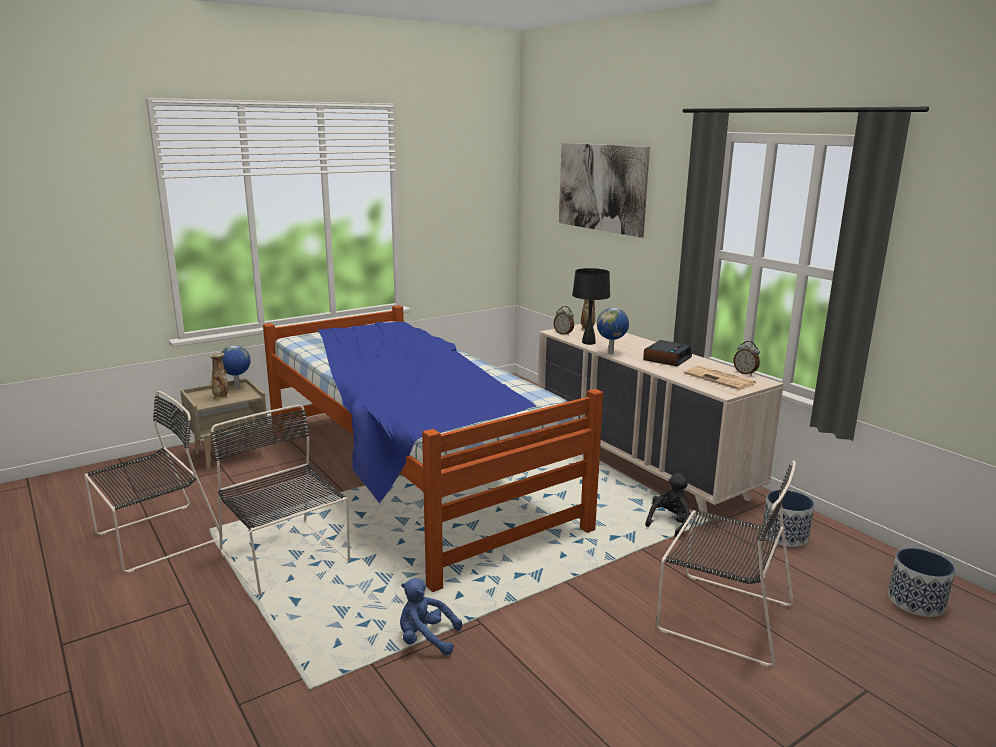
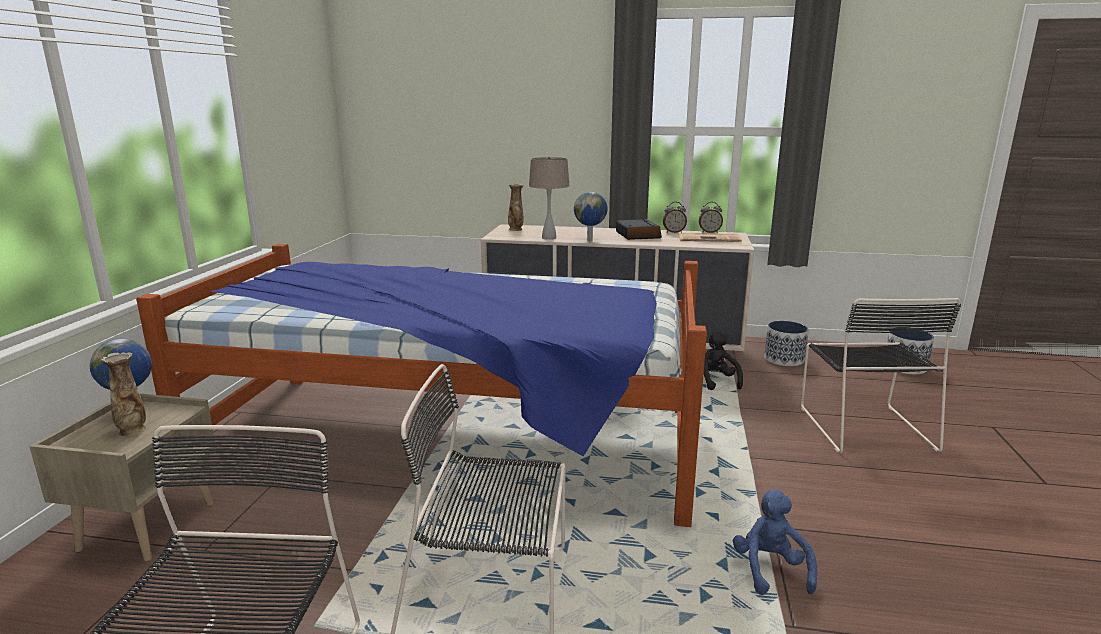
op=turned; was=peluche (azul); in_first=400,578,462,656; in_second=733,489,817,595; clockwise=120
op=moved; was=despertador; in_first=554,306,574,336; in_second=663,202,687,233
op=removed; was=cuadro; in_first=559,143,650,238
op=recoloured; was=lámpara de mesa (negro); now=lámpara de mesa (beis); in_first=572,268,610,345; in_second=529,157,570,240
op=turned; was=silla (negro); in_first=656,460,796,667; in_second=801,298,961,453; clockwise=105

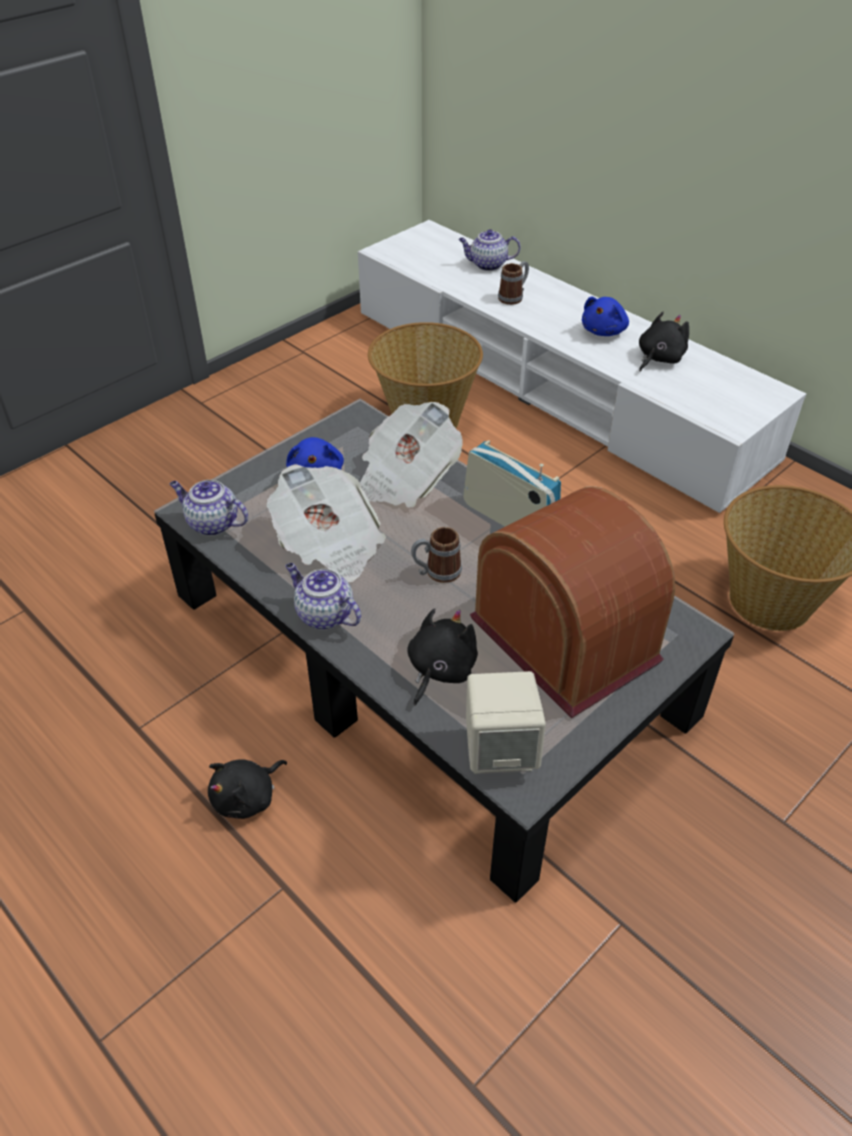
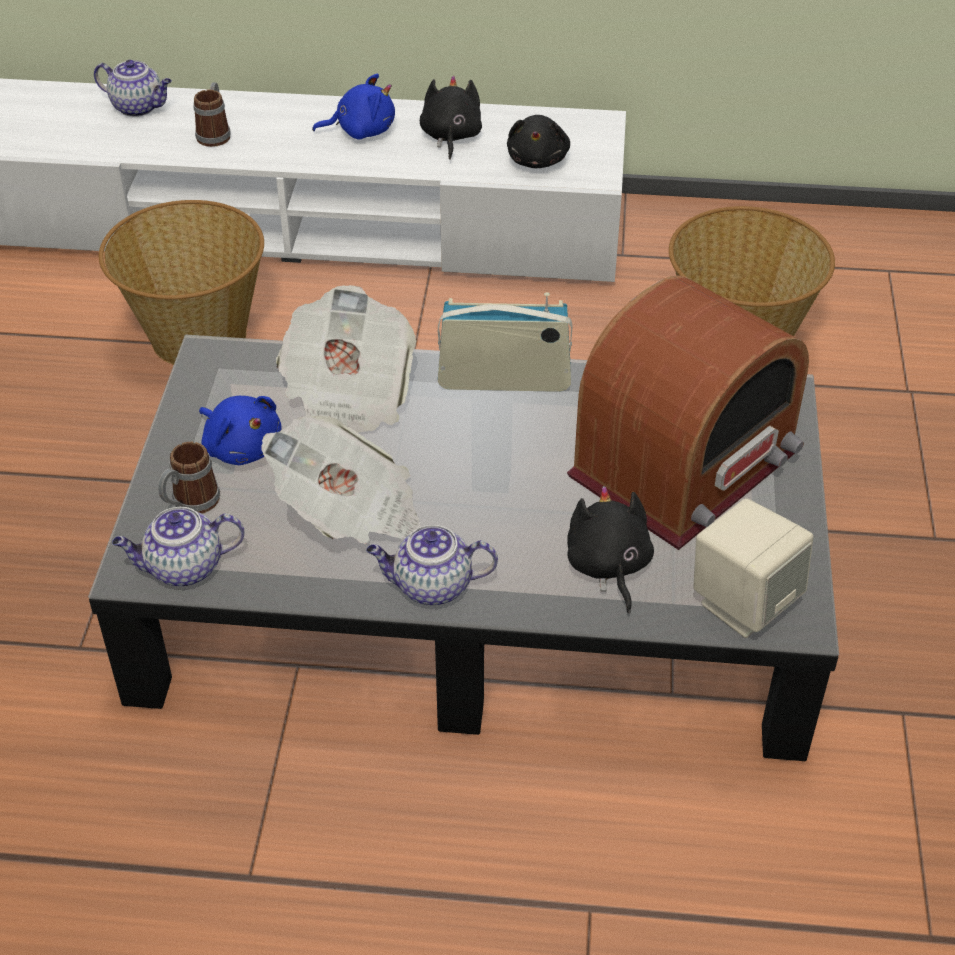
op=moved; was=peluche (negro); in_first=208,759,287,819; in_second=507,115,570,168
op=moved; was=taza grande; in_first=411,527,462,583; in_second=158,442,220,513
op=turned; was=tetera; in_first=458,229,521,271; in_second=94,60,172,117; clockwise=-120
op=turned; was=radio; in_first=470,486,675,718; in_second=567,276,809,550; clockwise=120
op=turned; was=peluche (azul); in_first=582,296,629,336; in_second=312,74,395,139; clockwise=-90

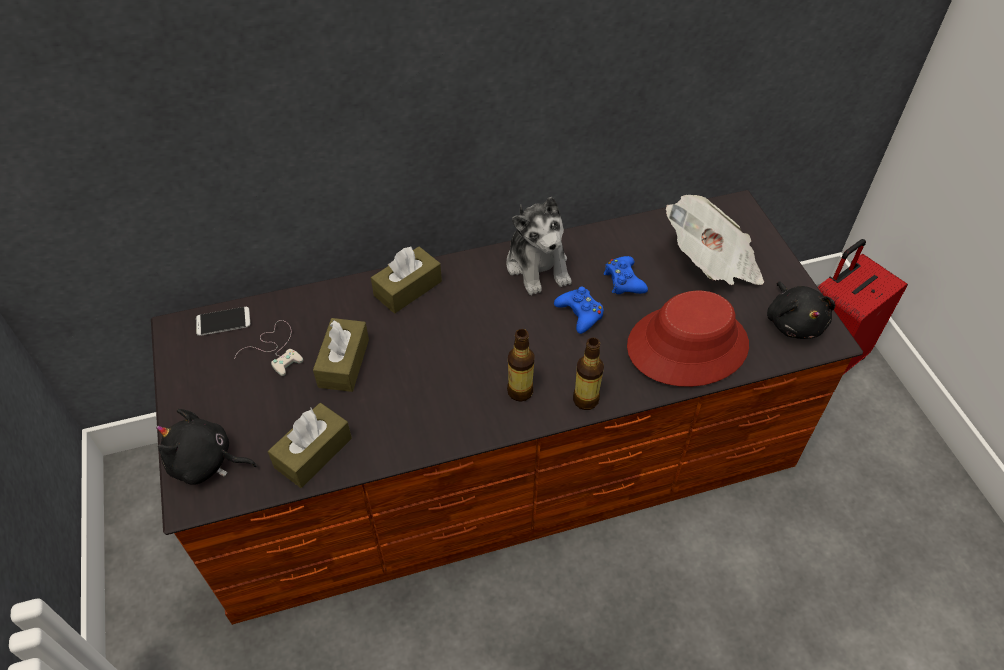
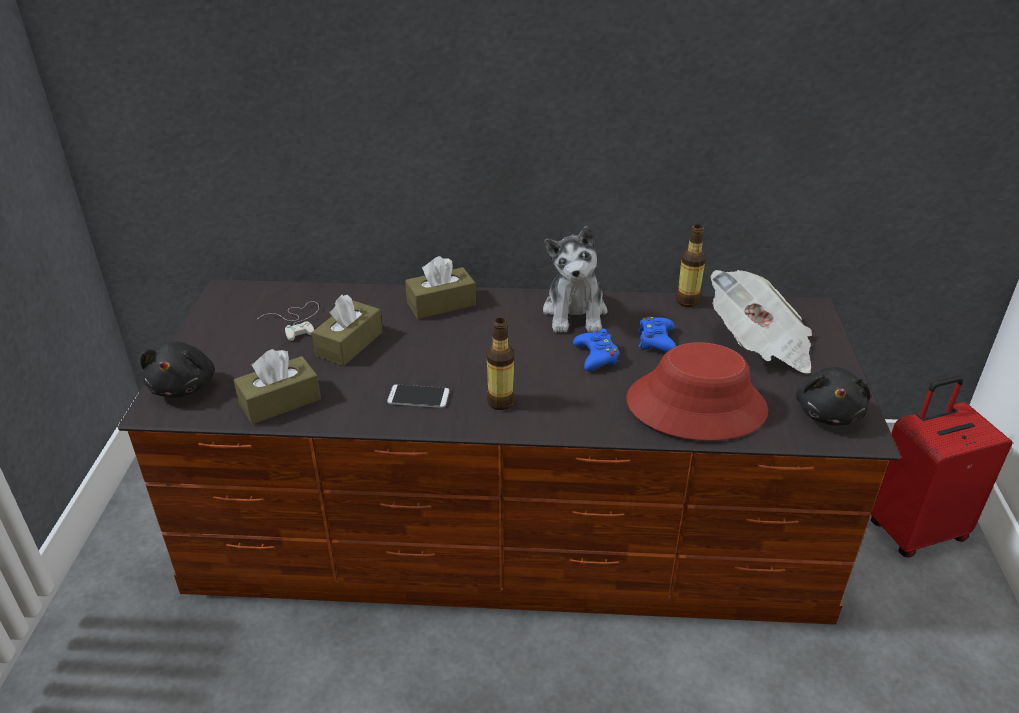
op=turned; was=peluche (negro); in_first=156,409,257,485; in_second=140,342,215,398; clockwise=-120
op=moved; was=móvil; in_first=196,307,250,336; in_second=387,384,449,408
op=moved; was=botella; in_first=573,338,604,410; in_second=676,224,706,307

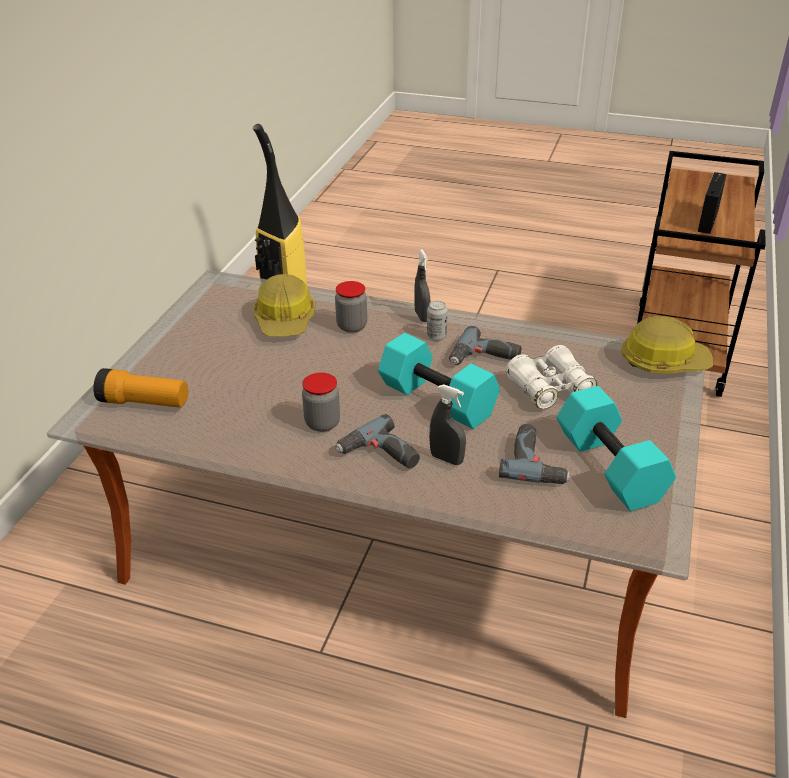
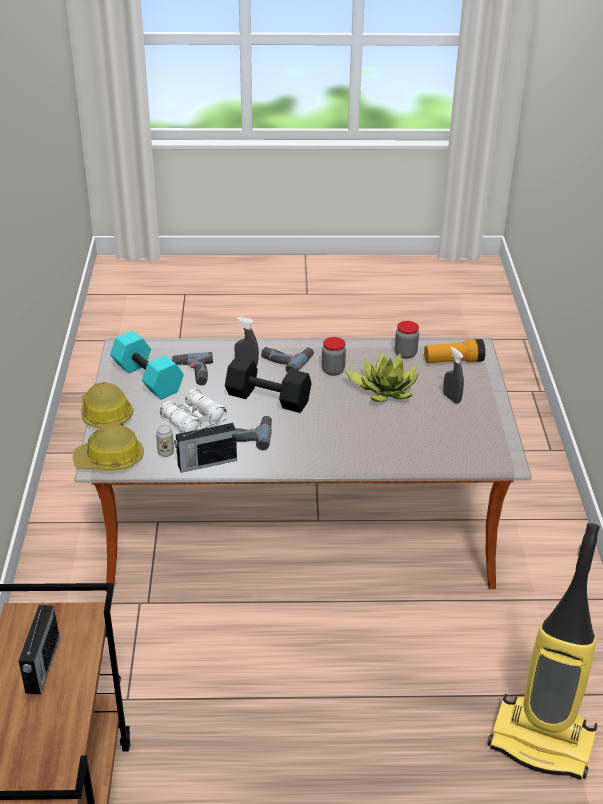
op=moved; was=casco; in_first=253,274,315,337; in_second=81,382,133,428
op=moved; was=tarro; in_first=335,281,367,333; in_second=395,321,419,359
op=recoloured; was=mancuerna (turquesa); now=mancuerna (negro); in_first=378,333,500,429; in_second=225,356,312,413
op=moved; was=pulverizador (gris); in_first=414,249,430,322; in_second=443,346,464,404
op=moved; was=lata; in_first=427,301,448,340; in_second=156,425,174,457
op=added; now=radio; in_second=174,419,237,473
op=added; now=planta en maceta; in_second=343,352,419,402

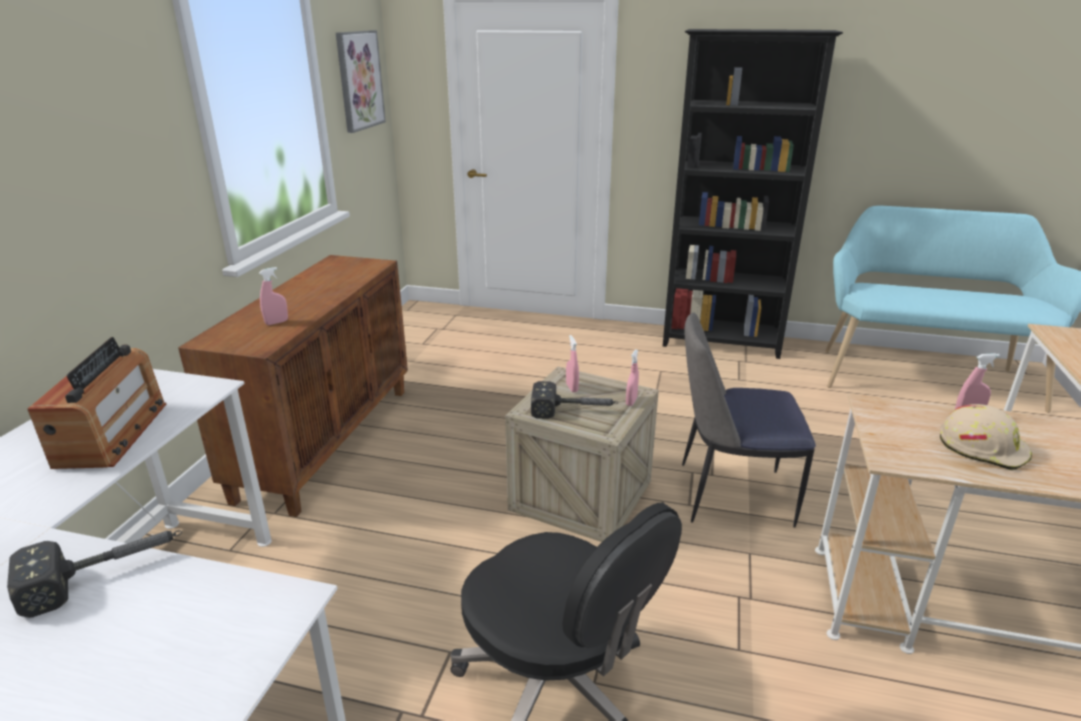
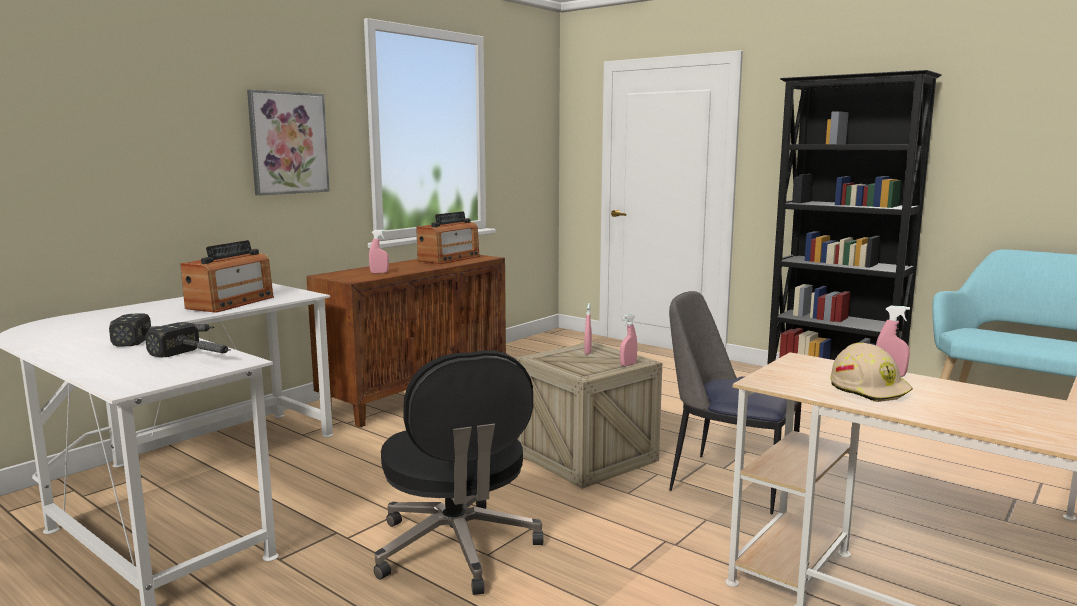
op=moved; was=cuadro; in_first=336,30,386,133; in_second=247,90,330,195
op=moved; was=martillo; in_first=531,381,618,419; in_second=145,322,231,358
op=added; now=radio; in_second=416,211,480,264

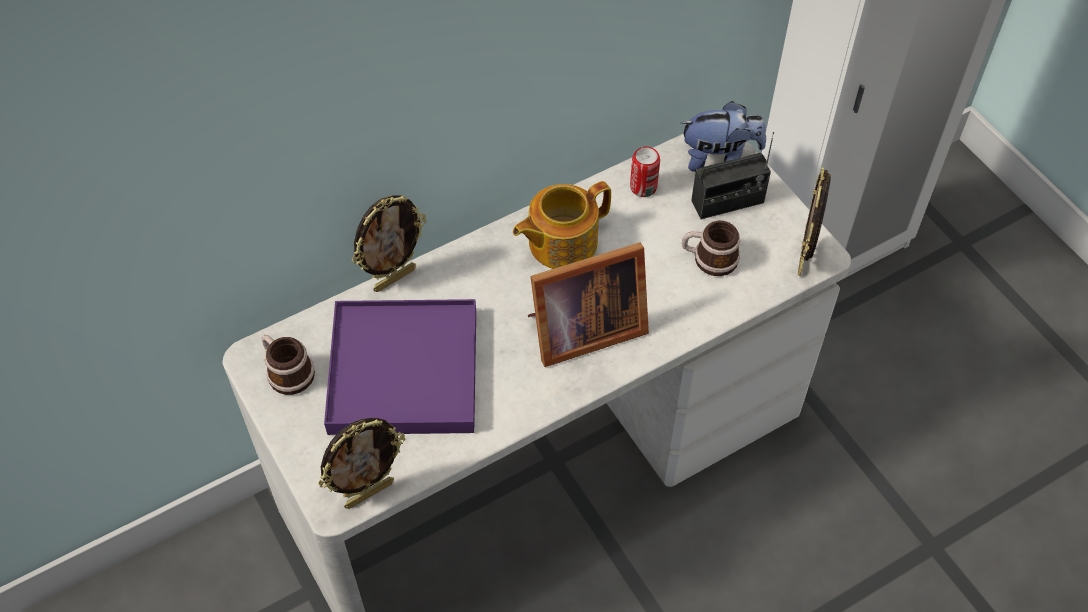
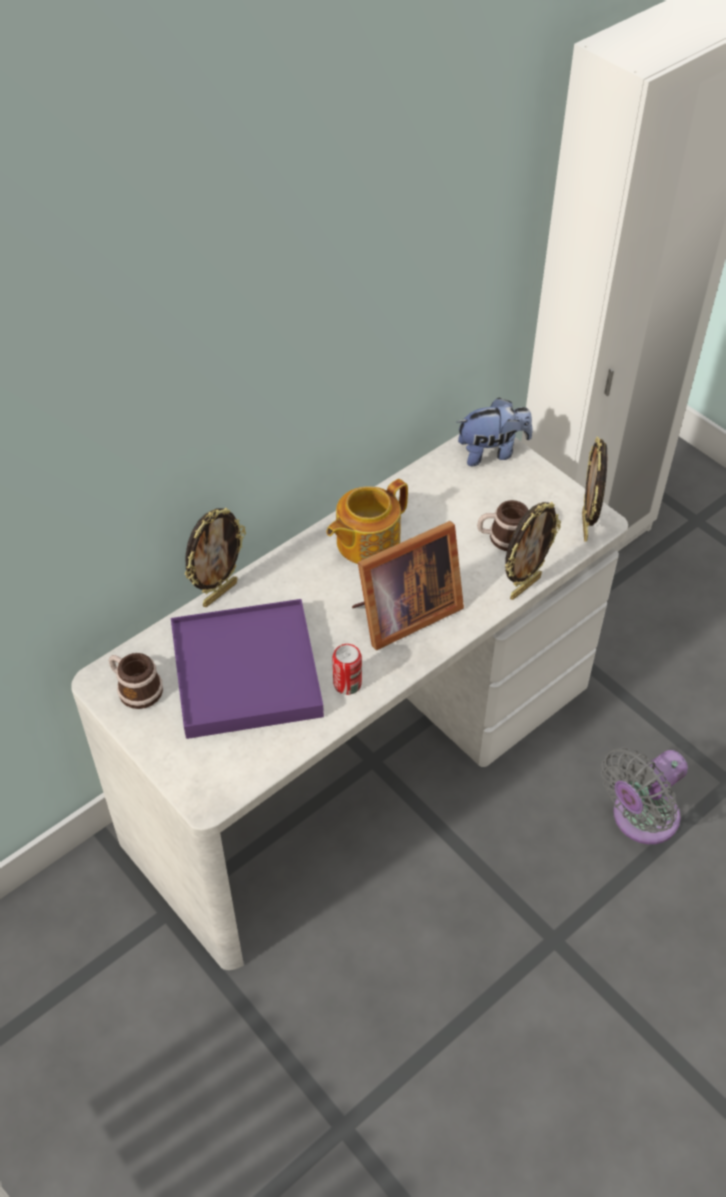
op=moved; was=portarretratos; in_first=318,418,405,509; in_second=505,502,561,600
op=moved; was=lata; in_first=630,147,660,197; in_second=333,644,362,695
op=removed; was=radio; in_first=691,132,774,219
op=added; now=ventilador (gris); in_second=601,747,688,844

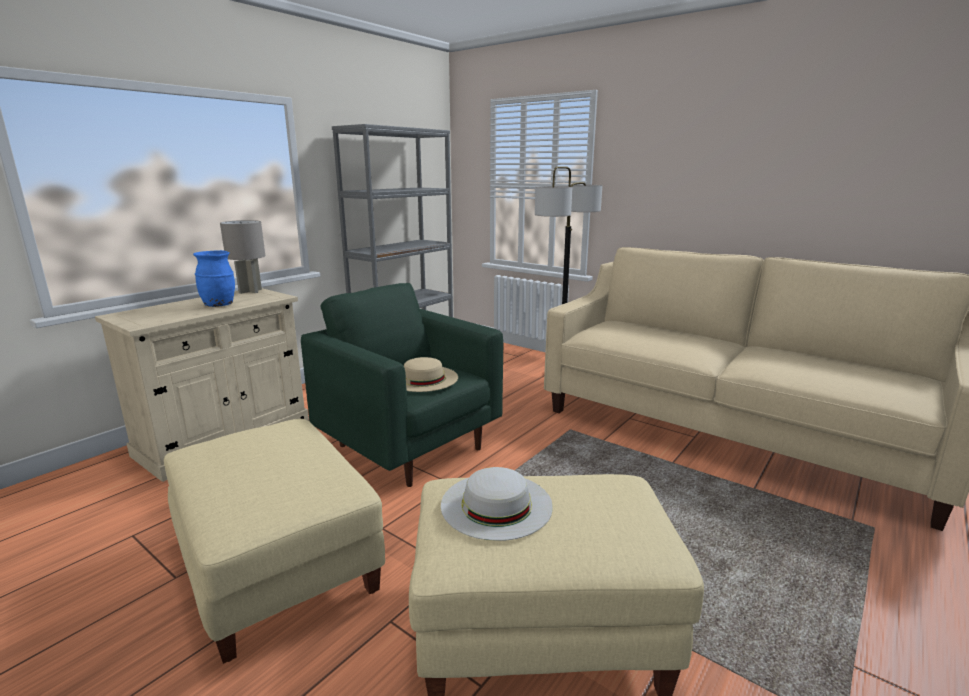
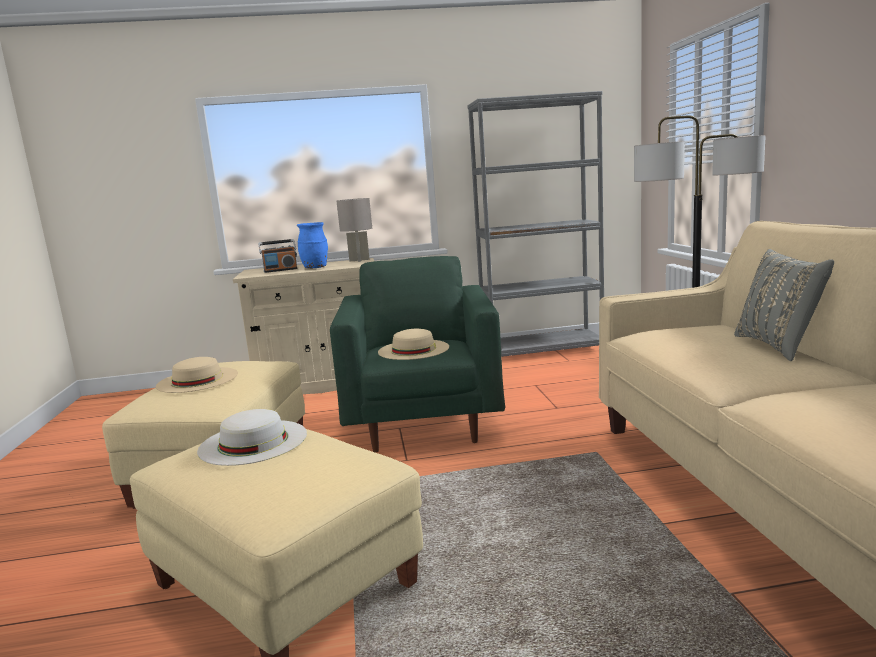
op=added; now=sombrero (beis); in_second=156,357,238,393
op=added; now=radio; in_second=259,239,298,273
op=added; now=cojín (gris); in_second=734,249,834,361

